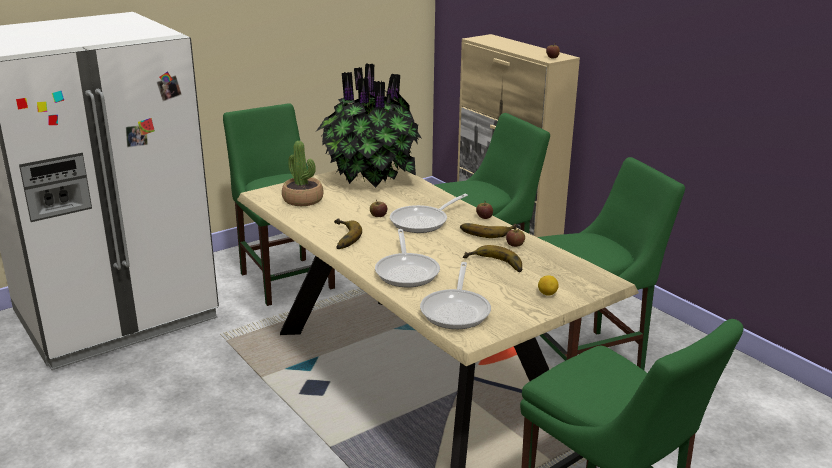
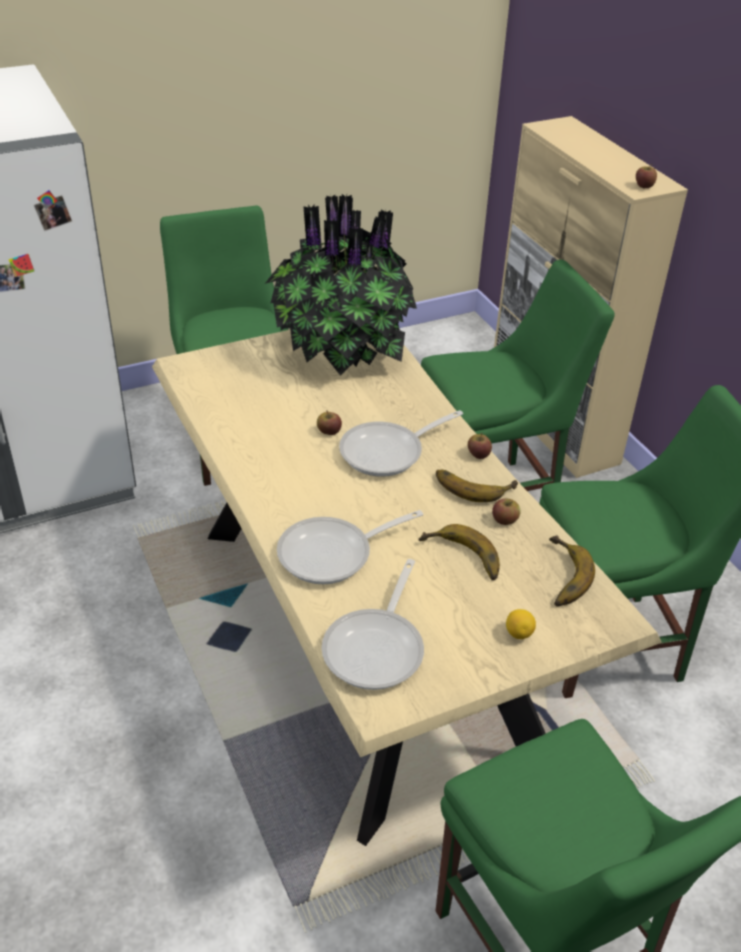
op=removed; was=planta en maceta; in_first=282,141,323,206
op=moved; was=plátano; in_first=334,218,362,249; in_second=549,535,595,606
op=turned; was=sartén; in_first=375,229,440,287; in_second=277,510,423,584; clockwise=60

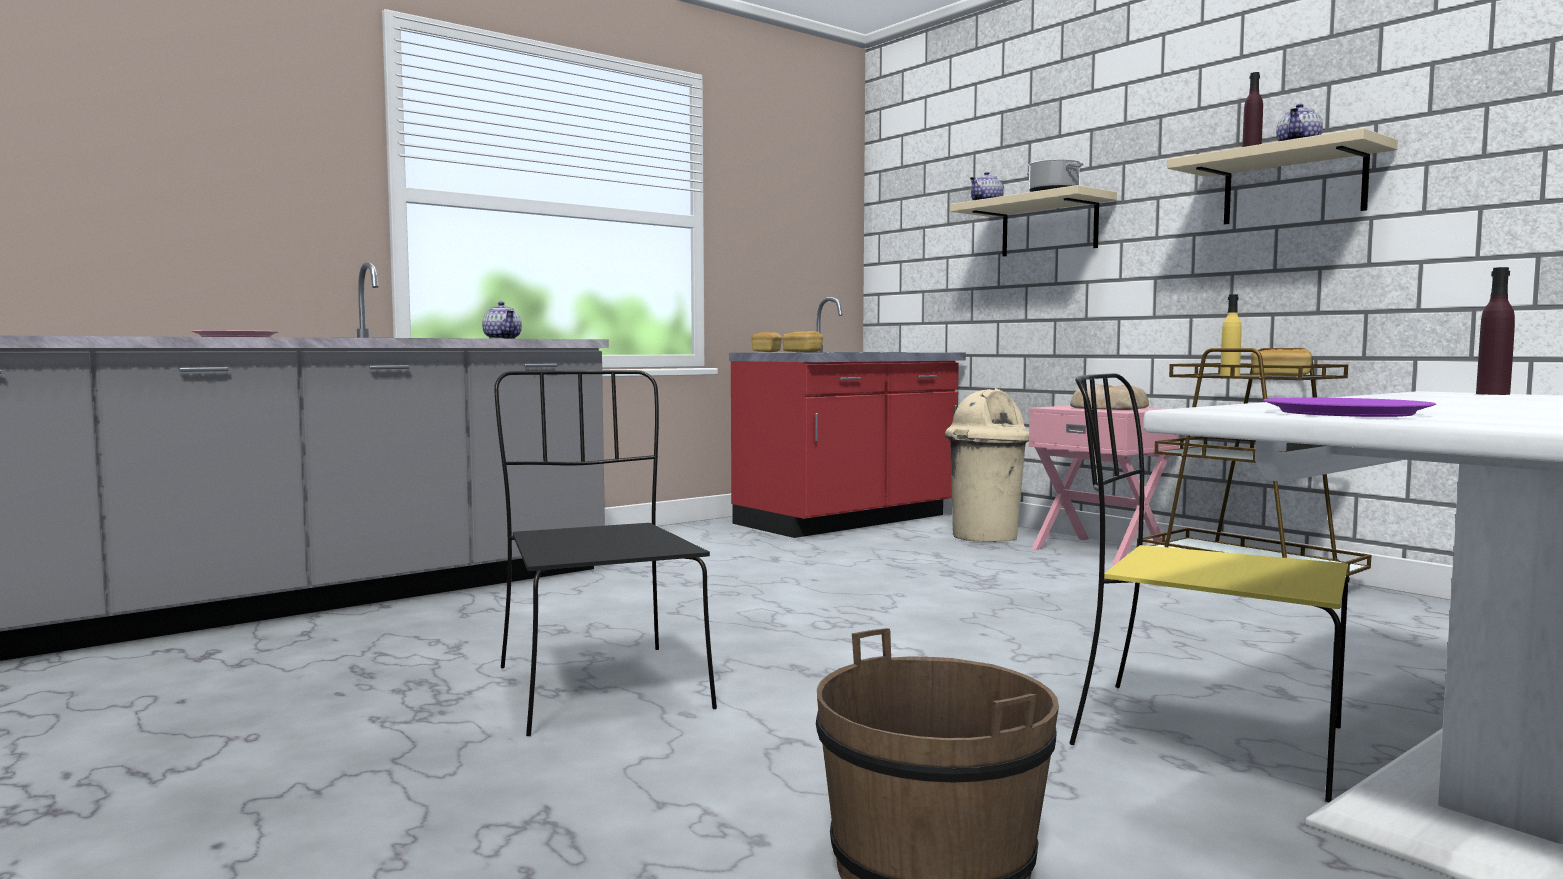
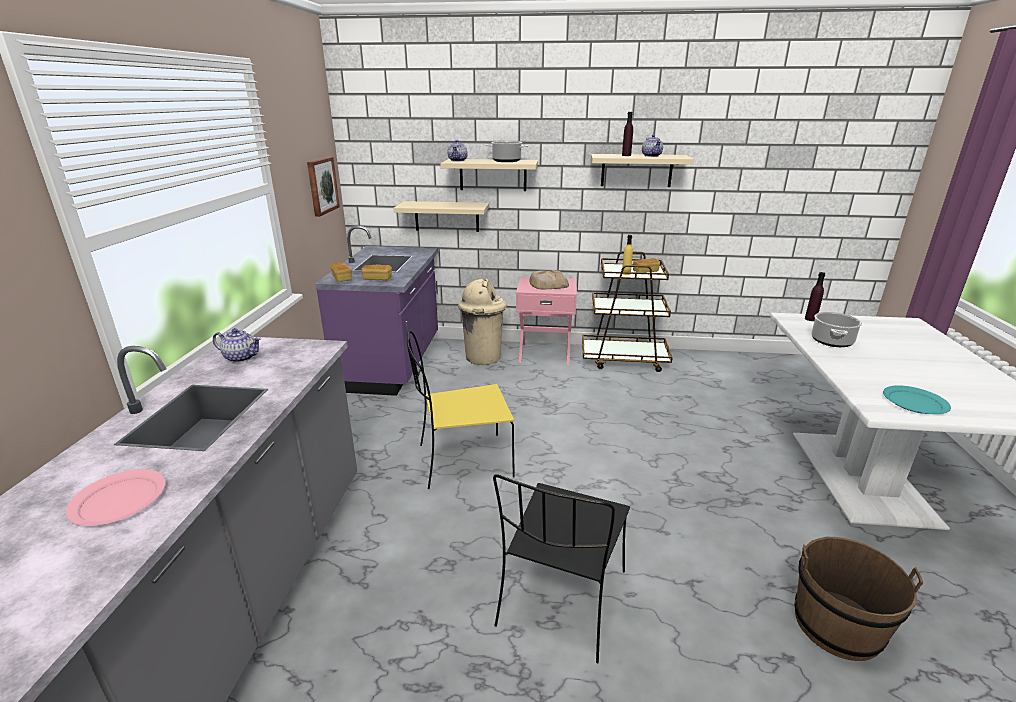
op=turned; was=silla (negro); in_first=494,370,717,736; in_second=493,474,630,664; clockwise=-90
op=recoloured; was=mueble bajo de cocina (rojo); now=mueble bajo de cocina (morado); in_first=729,297,966,538; in_second=315,226,438,396
op=moved; was=silla (amarillo); in_first=1069,373,1348,802; in_second=407,331,515,489
op=recoloured; was=plato (morado); now=plato (turquesa); in_first=1263,398,1436,417; in_second=883,385,951,414
op=added; now=cuadro; in_second=307,157,340,217
op=added; now=estante (beis); in_second=393,201,489,232
op=added; now=olla; in_second=811,312,862,347

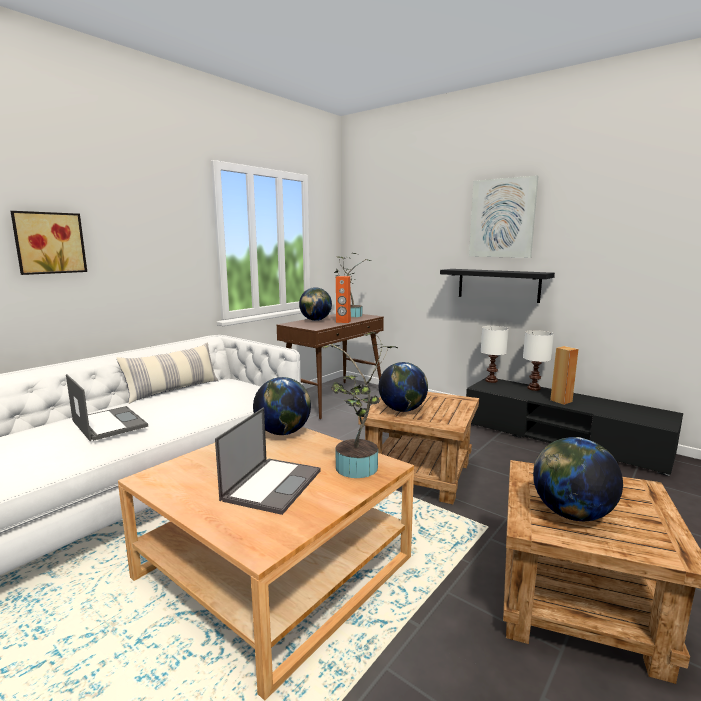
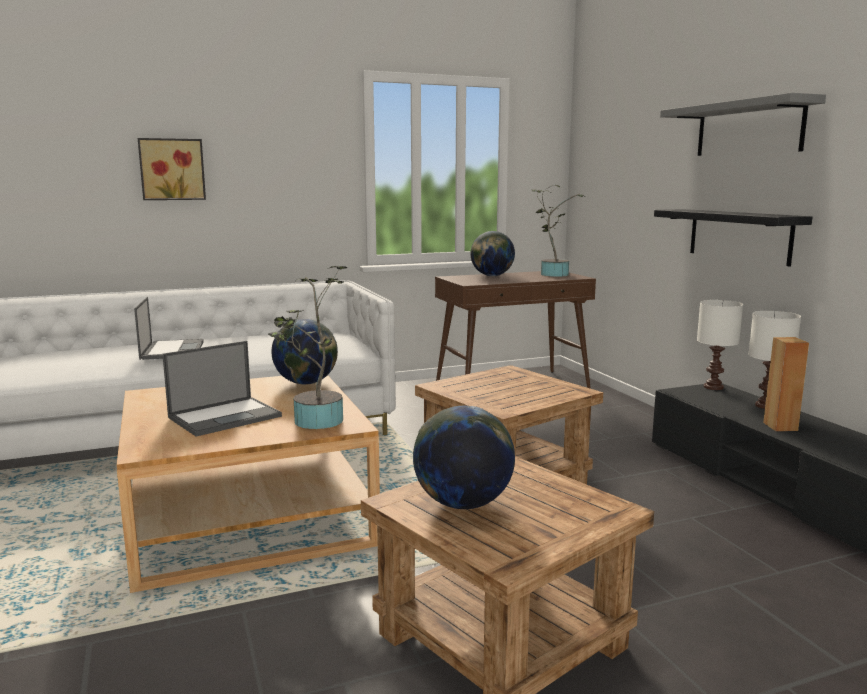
op=removed; was=cojín; in_first=117,342,218,404
op=removed; was=altavoz (naranja); in_first=336,276,351,323
op=removed; was=globo terráqueo; in_first=379,362,428,412
op=replaced; was=cuadro; now=estante (gris); in_first=469,175,538,258; in_second=660,93,826,156

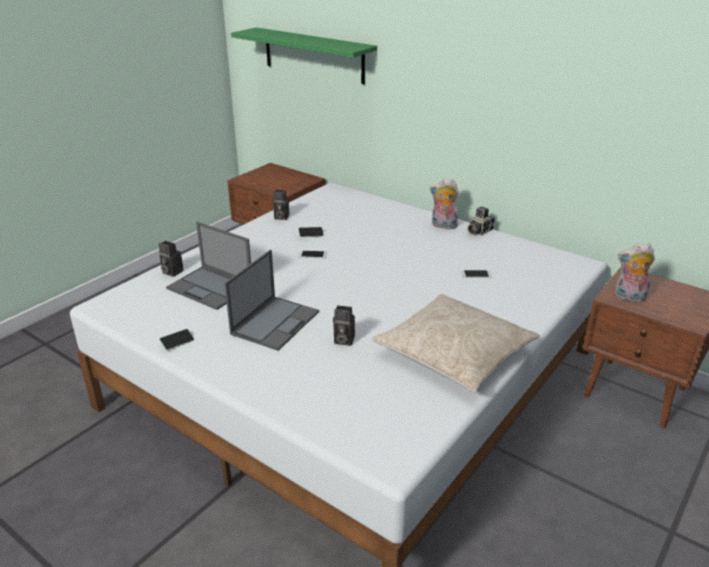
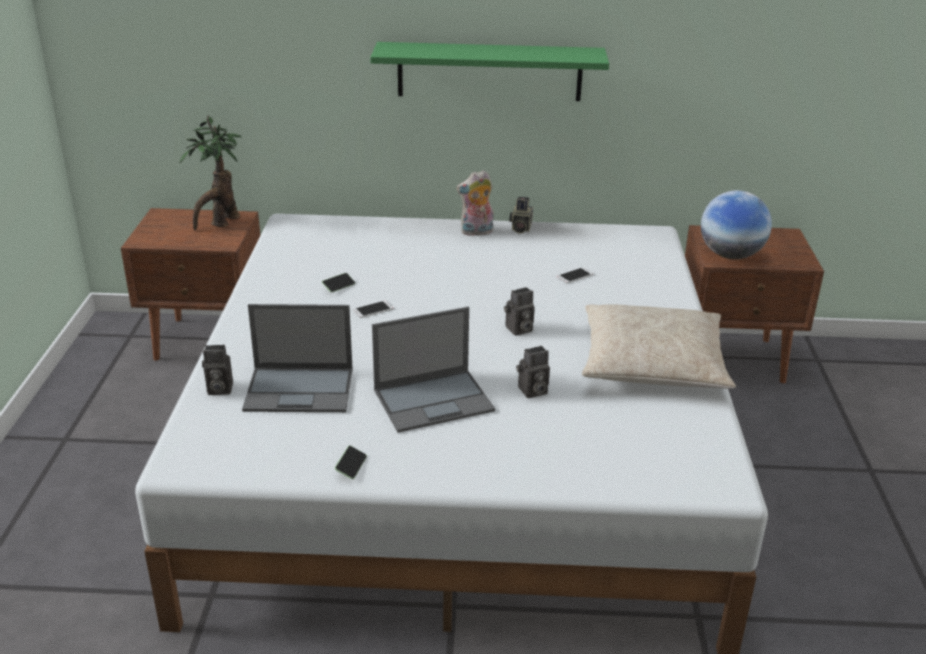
op=turned; was=portátil; in_first=224,250,319,351; in_second=372,307,495,433; clockwise=75
op=moved; was=estante (verde); in_first=231,27,377,84; in_second=370,42,609,101
op=moved; was=cámara; in_first=273,190,290,220; in_second=504,287,535,336
op=replaced; was=peluche; now=globo terráqueo; in_first=615,243,655,302; in_second=701,190,772,259
op=added; now=planta en maceta; in_second=180,115,242,230

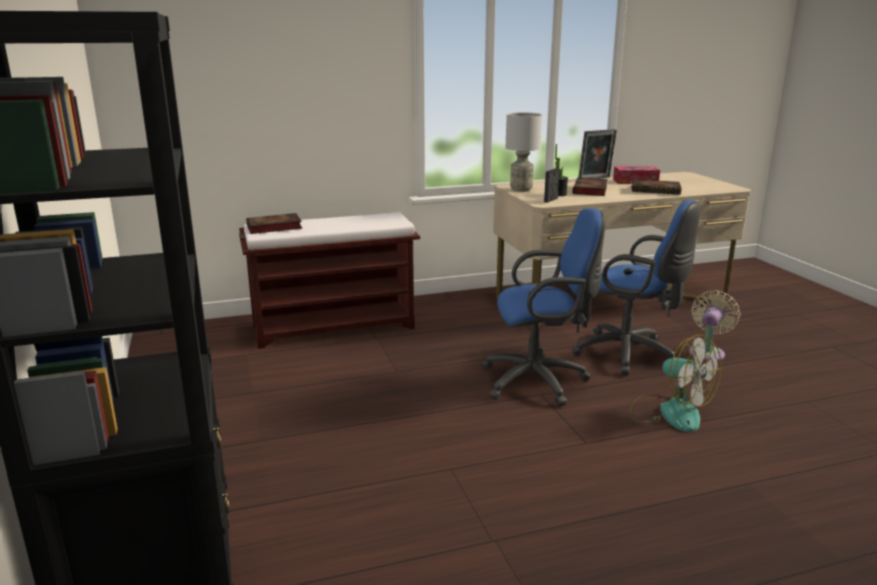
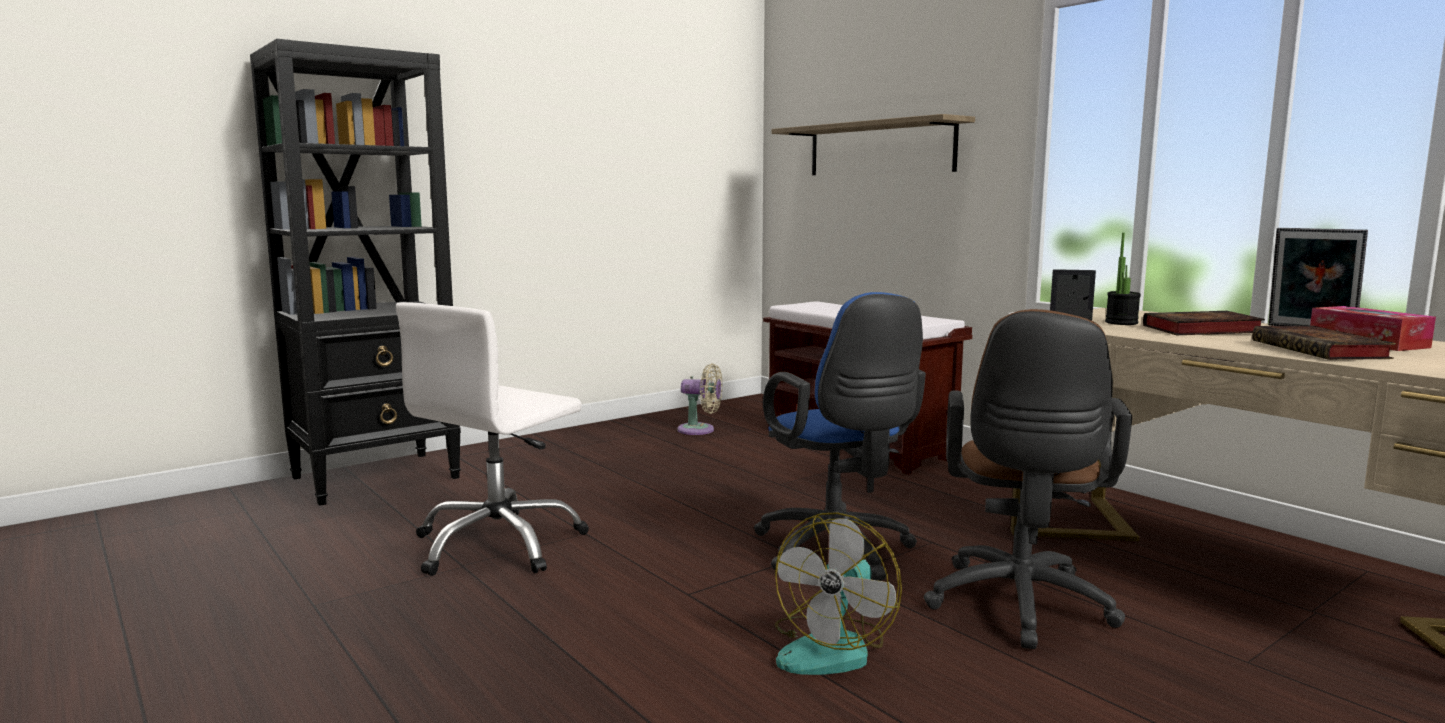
op=removed; was=libro; in_first=246,213,302,234
op=removed; was=lámpara de mesa (gris); in_first=506,112,542,192
op=recoloured; was=silla de oficina (azul); now=silla de oficina (marrón); in_first=572,200,700,375; in_second=924,309,1132,649
op=moved; was=ventilador (beis); in_first=689,290,740,361; in_second=677,363,722,435
op=added; now=silla de oficina (blanco); in_second=396,302,589,576
op=added; now=estante; in_second=772,114,975,175

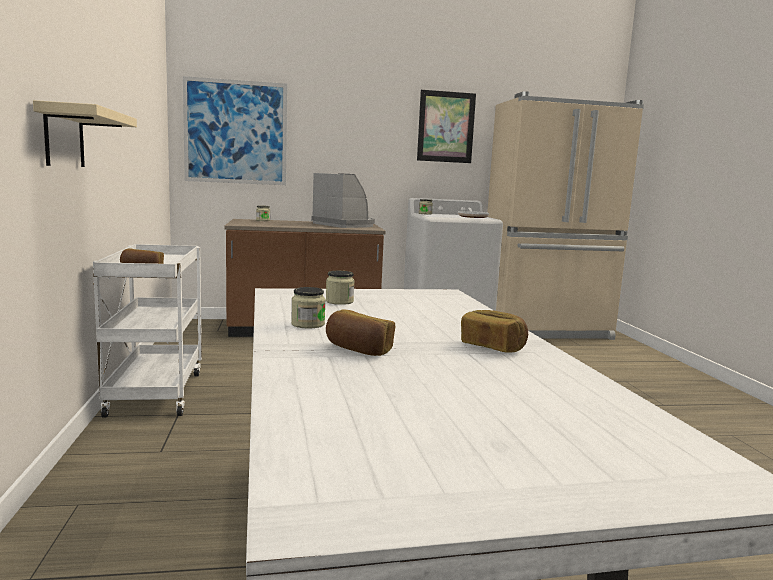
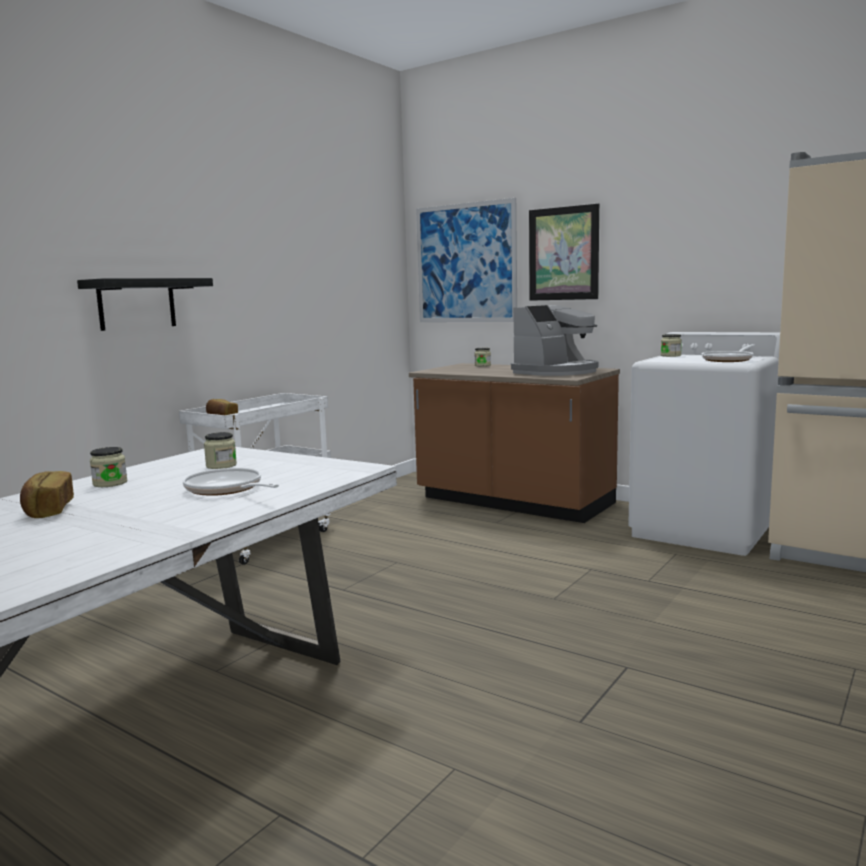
op=recoloured; was=estante (beis); now=estante (negro); in_first=33,100,137,167; in_second=77,278,213,331
op=turned; was=cafetera; in_first=311,173,375,228; in_second=511,305,598,376; clockwise=45
op=moved; was=cuadro; in_first=417,90,476,163; in_second=529,203,599,301
op=removed; was=pan; in_first=461,310,528,353
op=added; now=sartén; in_second=183,468,279,496

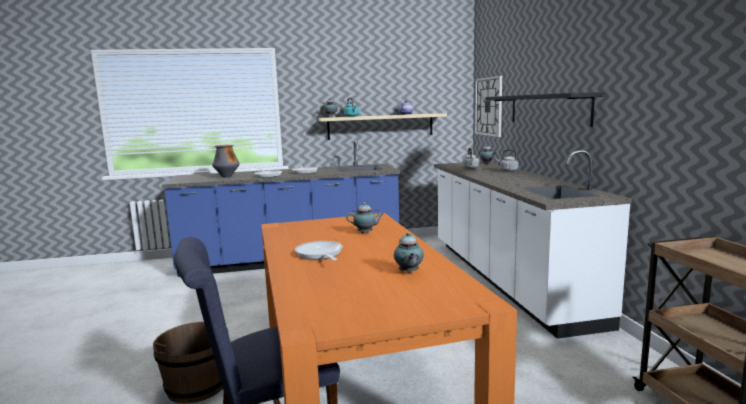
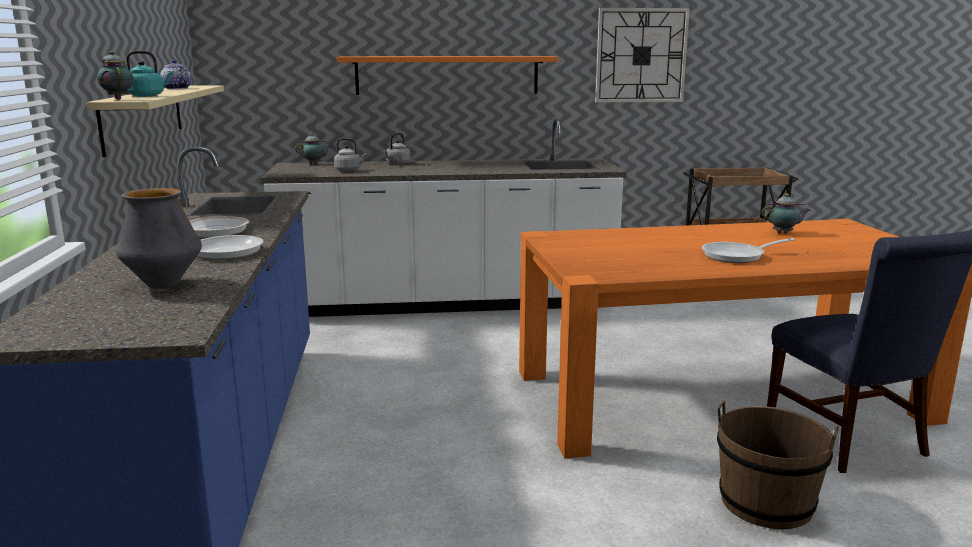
op=removed; was=tetera; in_first=346,202,384,234
op=moved; was=reloj de pared; in_first=475,76,502,137; in_second=595,8,690,103
op=recoloured; was=estante (negro); now=estante (naranja); in_first=485,92,603,127; in_second=337,56,559,95

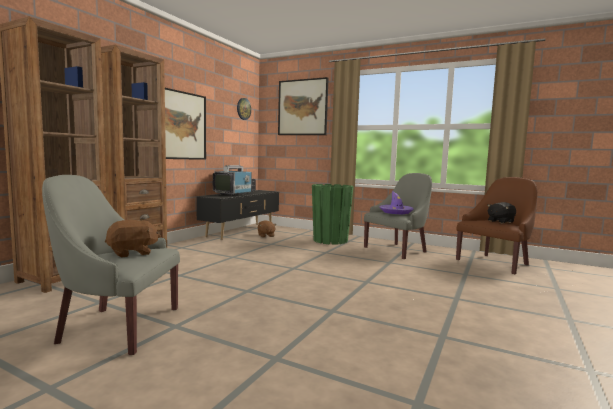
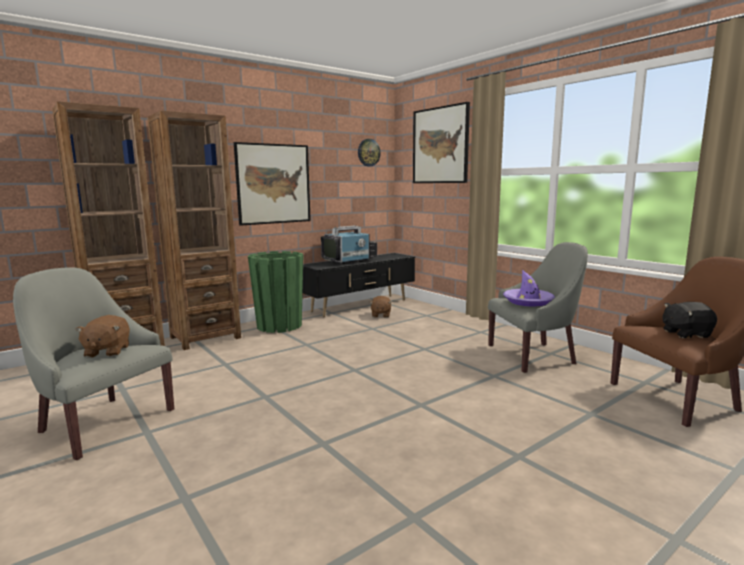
op=turned; was=peluche (marrón); in_first=105,220,161,258; in_second=75,315,130,358; clockwise=90
op=moved; was=maceta (verde); in_first=312,184,354,245; in_second=248,251,303,333

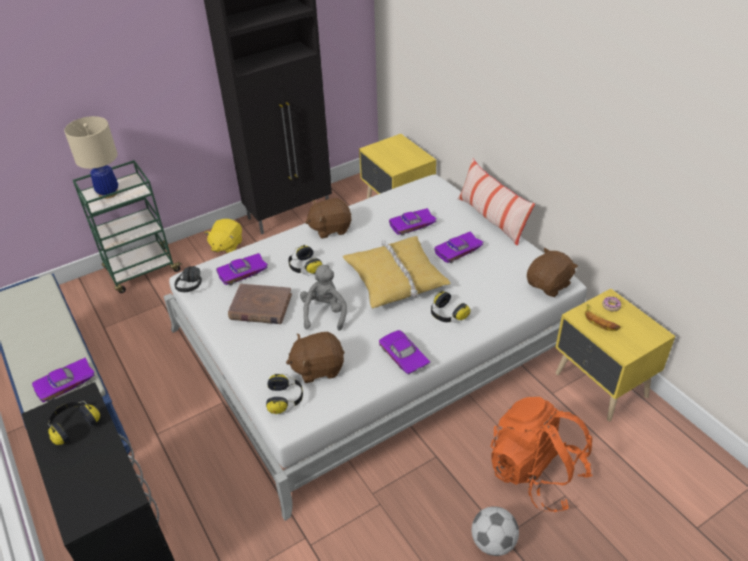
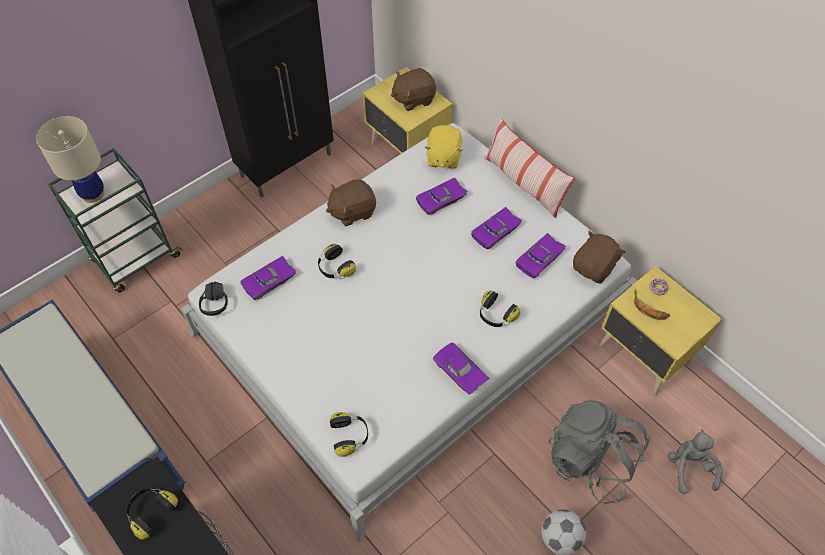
op=moved; was=coche de juguete (morado); in_first=32,358,95,403; in_second=516,233,566,278
op=moved; was=peluche (amarillo); in_first=205,219,242,253; in_second=424,125,463,169
op=removed; was=libro (marrón); in_first=228,284,292,324
op=moved; was=peluche (marrón); in_first=286,332,344,383; in_second=391,68,436,111
op=moved; was=peluche (gris); in_first=300,265,347,331; in_second=668,429,723,494
op=removed; was=cojín (amarillo); in_first=343,236,451,308
op=recoloured; was=mochila (naranja); now=mochila (gris); in_first=491,397,592,512; in_second=548,400,650,504

